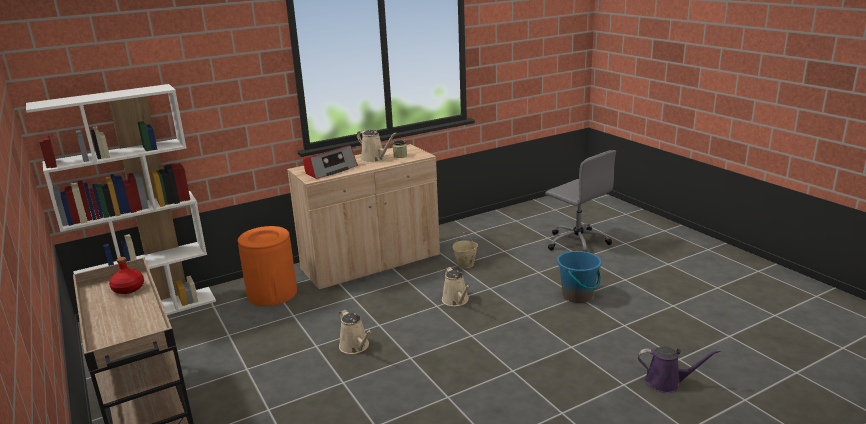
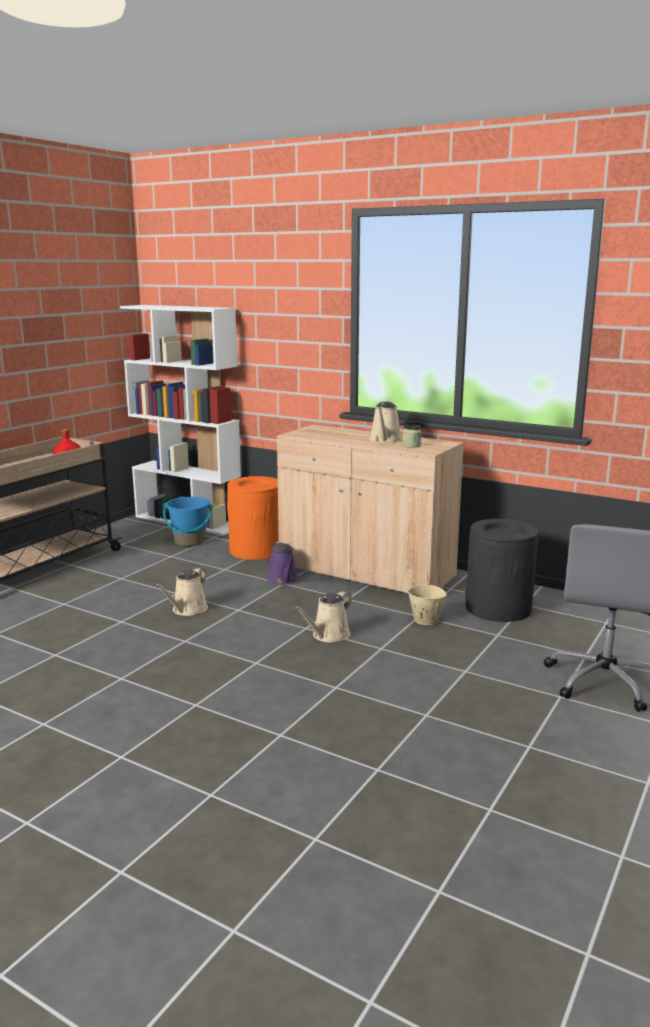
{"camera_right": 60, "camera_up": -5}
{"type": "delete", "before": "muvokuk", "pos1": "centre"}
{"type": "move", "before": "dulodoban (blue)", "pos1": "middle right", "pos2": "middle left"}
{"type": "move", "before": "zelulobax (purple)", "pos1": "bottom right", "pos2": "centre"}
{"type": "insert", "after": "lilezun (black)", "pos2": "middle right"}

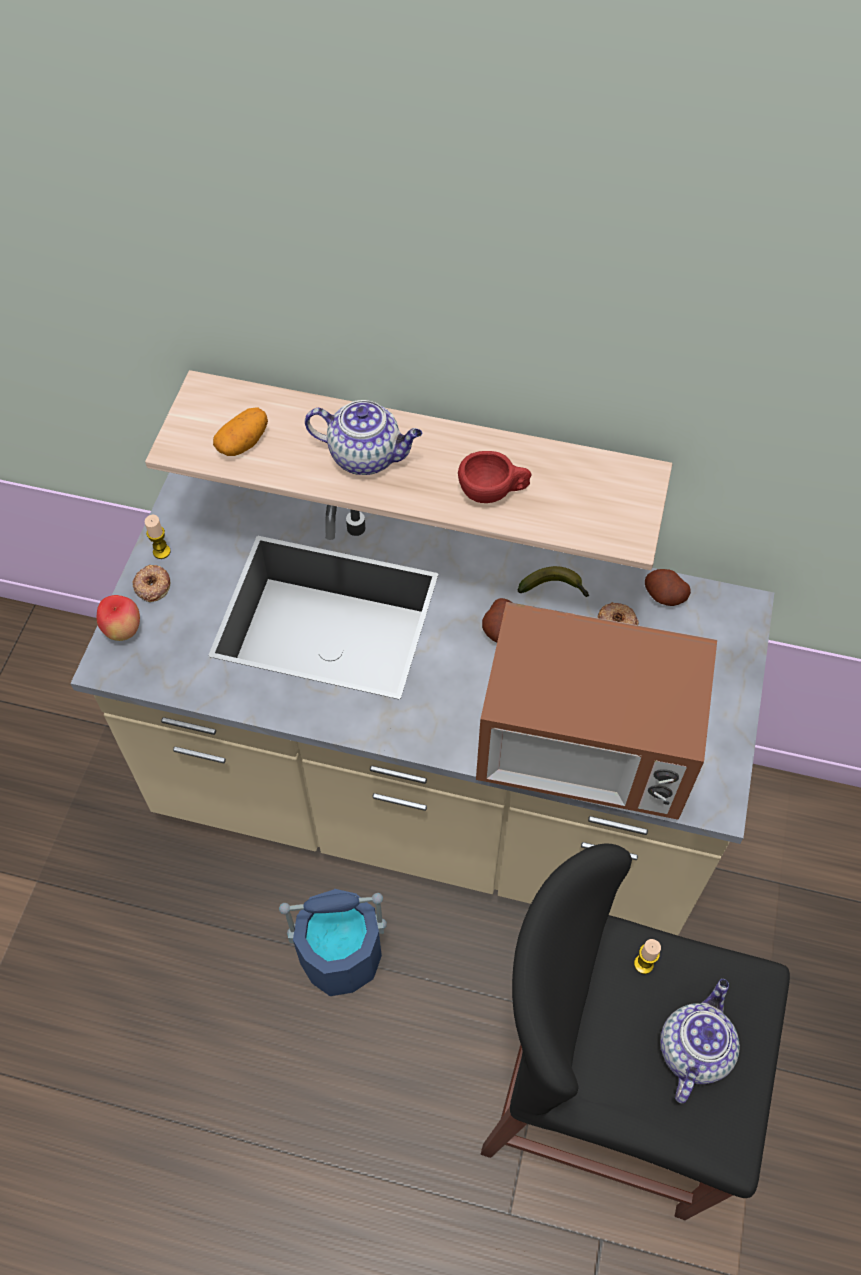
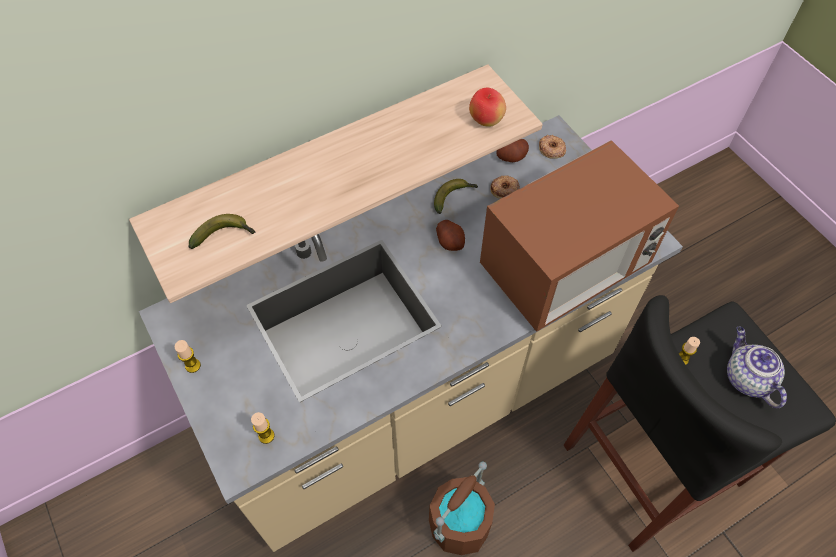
{"camera_right": -45, "camera_up": 0}
{"type": "move", "before": "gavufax", "pos1": "middle left", "pos2": "top centre"}
{"type": "move", "before": "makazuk (1st from left in the first image)", "after": "makazuk (2nd from left)", "pos1": "middle left", "pos2": "top centre"}
{"type": "replace", "before": "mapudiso (1st from left)", "after": "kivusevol (1st from left)", "pos1": "middle left", "pos2": "middle left"}
{"type": "recolor", "before": "dulodoban (blue)", "after": "dulodoban (brown)", "pos1": "bottom centre", "pos2": "bottom centre"}
{"type": "delete", "before": "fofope (1st from left)", "pos1": "centre"}
{"type": "delete", "before": "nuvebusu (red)", "pos1": "centre"}
{"type": "insert", "after": "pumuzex (2nd from left)", "pos2": "bottom left"}

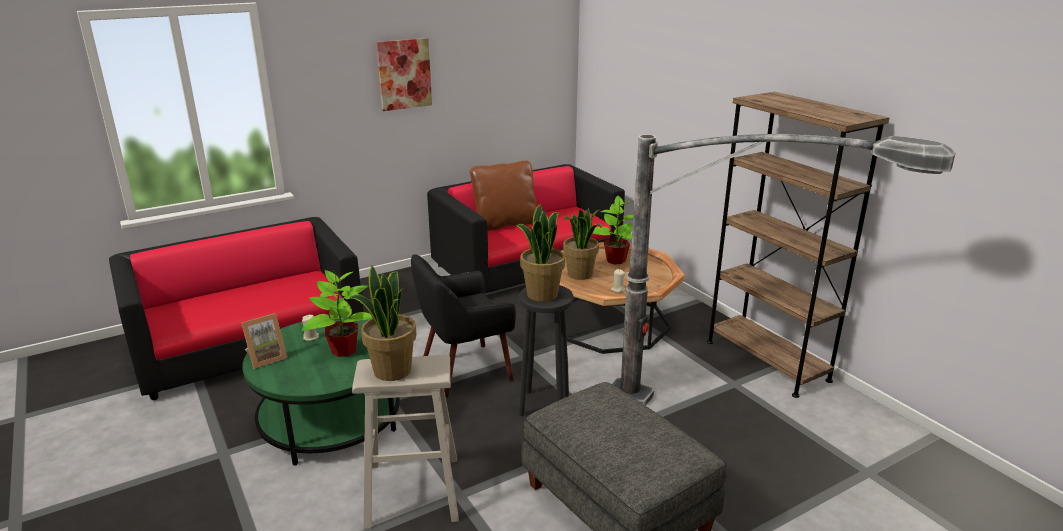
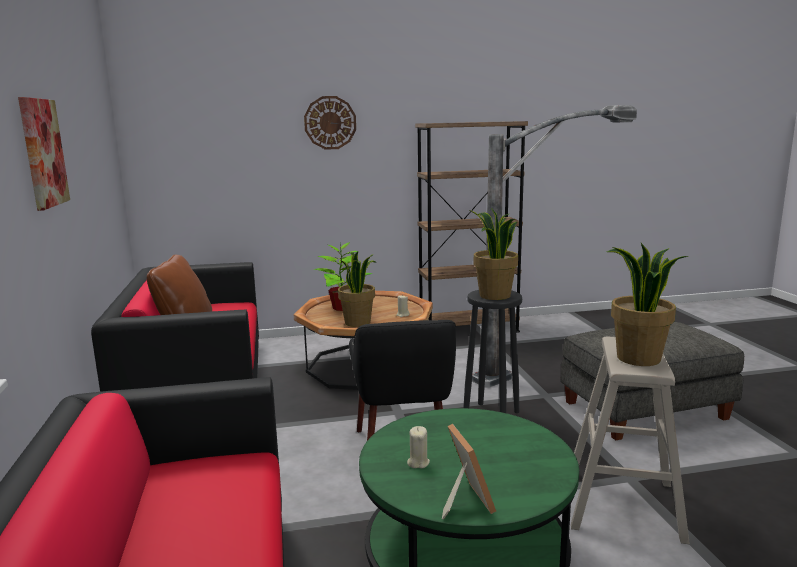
{"camera_right": -70, "camera_up": -10}
{"type": "delete", "before": "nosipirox (1st from left)", "pos1": "middle left"}
{"type": "insert", "after": "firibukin", "pos2": "top centre"}

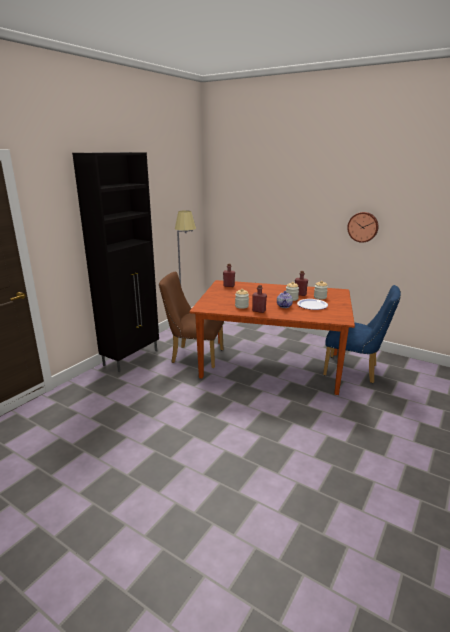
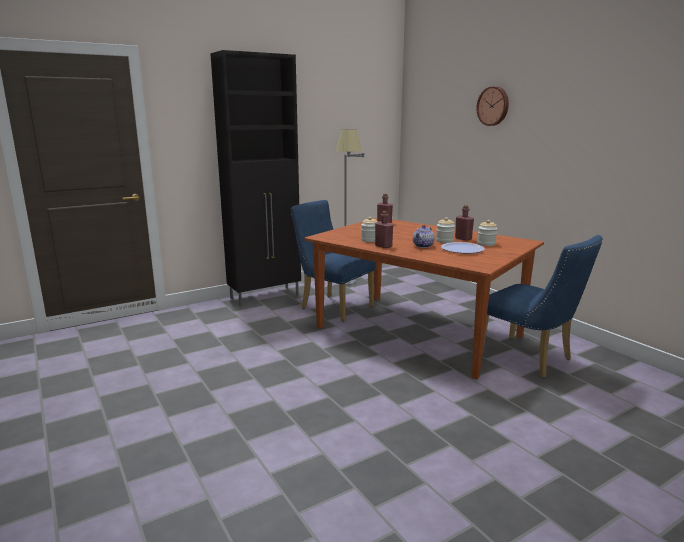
{"camera_right": 25, "camera_up": -5}
{"type": "recolor", "before": "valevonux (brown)", "after": "valevonux (blue) (1st from left)", "pos1": "centre", "pos2": "centre"}
{"type": "move", "before": "firibukin", "pos1": "middle right", "pos2": "top right"}

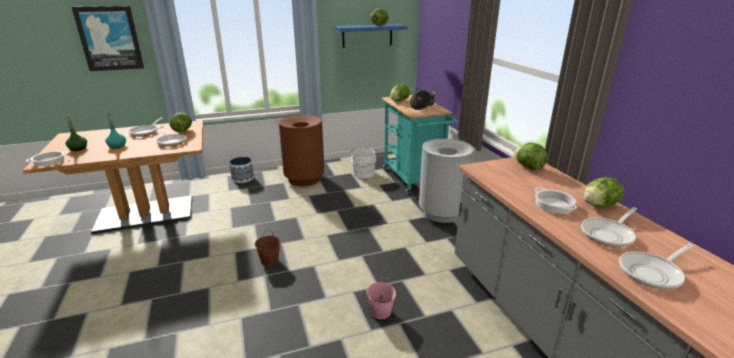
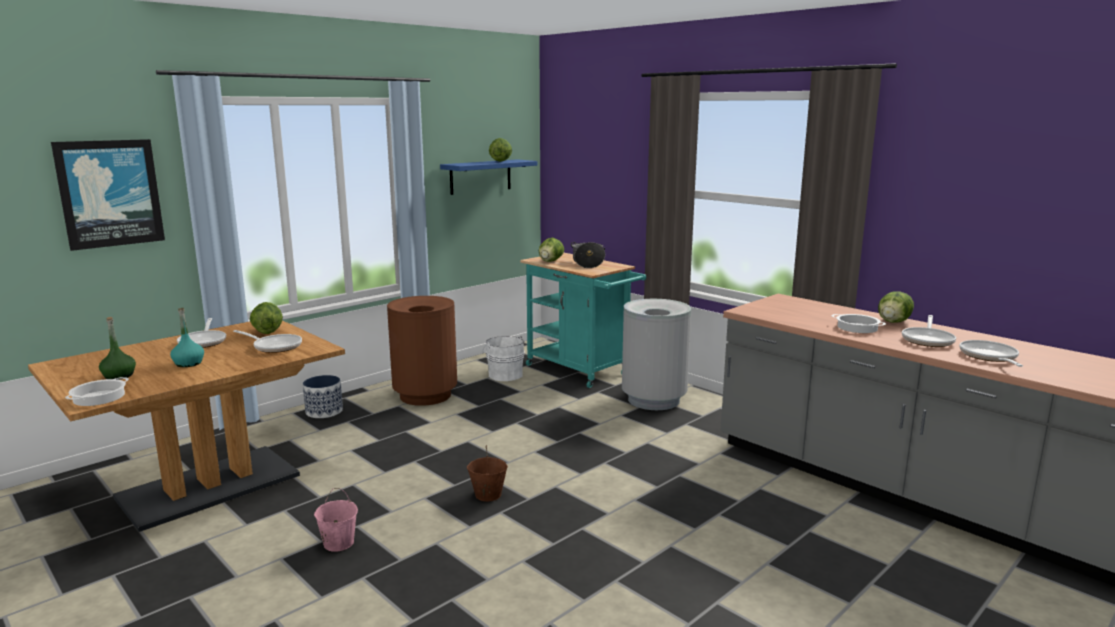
{"camera_right": -25, "camera_up": -10}
{"type": "move", "before": "dulodoban (pink)", "pos1": "bottom centre", "pos2": "bottom left"}
{"type": "delete", "before": "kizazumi (4th from left)", "pos1": "middle right"}
{"type": "rotate", "before": "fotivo (4th from left)", "pos1": "bottom right", "pos2": "middle right", "turn": 150}

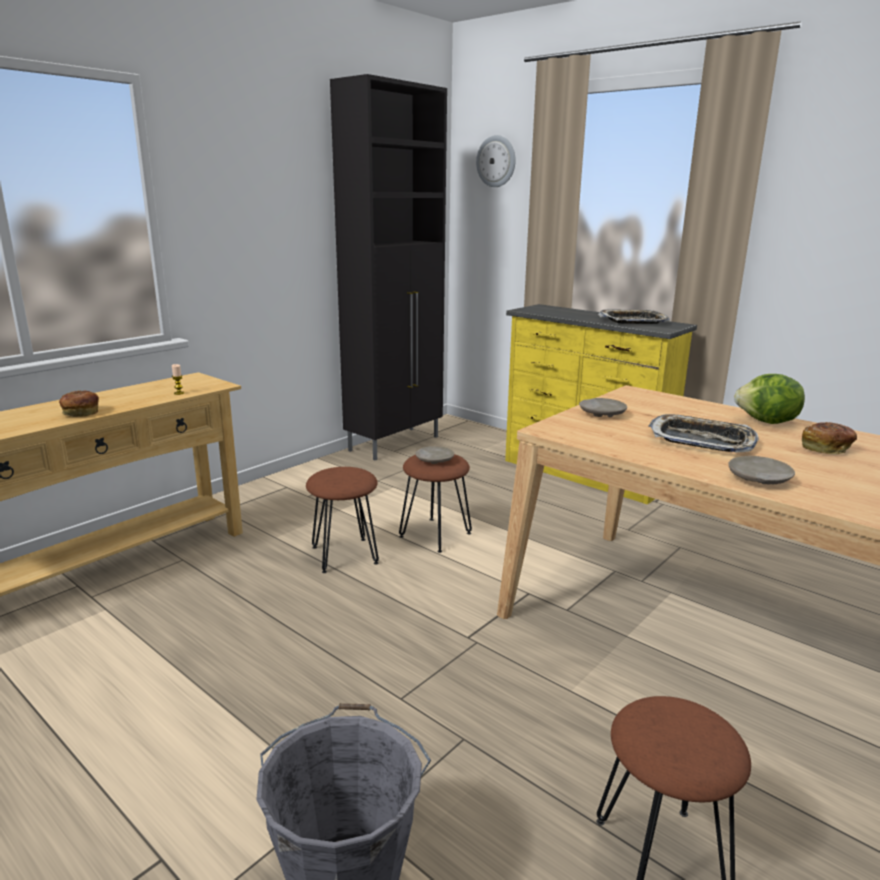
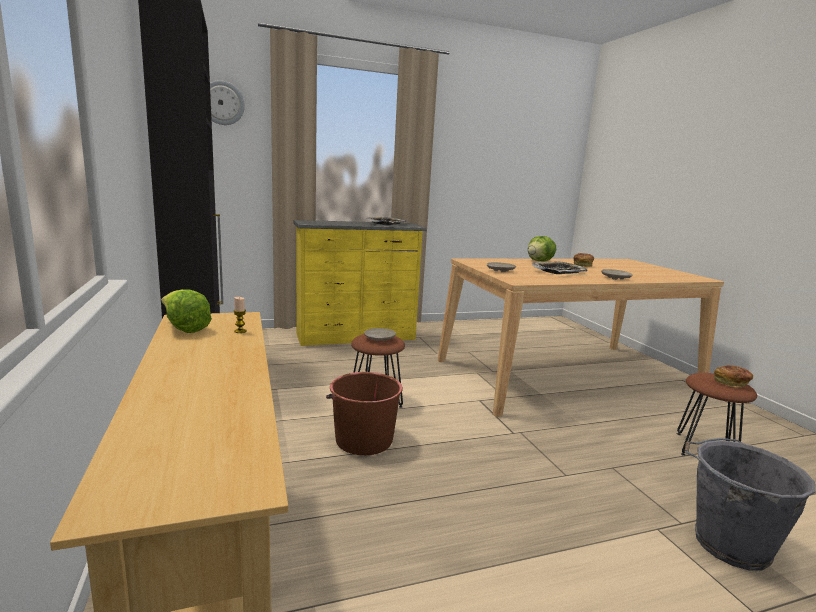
{"camera_right": -60, "camera_up": -5}
{"type": "move", "before": "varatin (1st from left in the first image)", "after": "varatin (2nd from left)", "pos1": "middle left", "pos2": "middle right"}
{"type": "replace", "before": "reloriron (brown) (1st from left)", "after": "dulodoban (brown)", "pos1": "centre", "pos2": "bottom centre"}
{"type": "insert", "after": "kizazumi (1st from left)", "pos2": "middle left"}

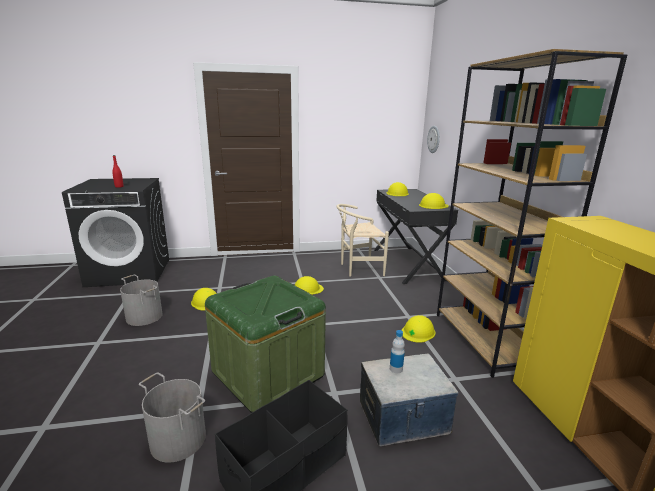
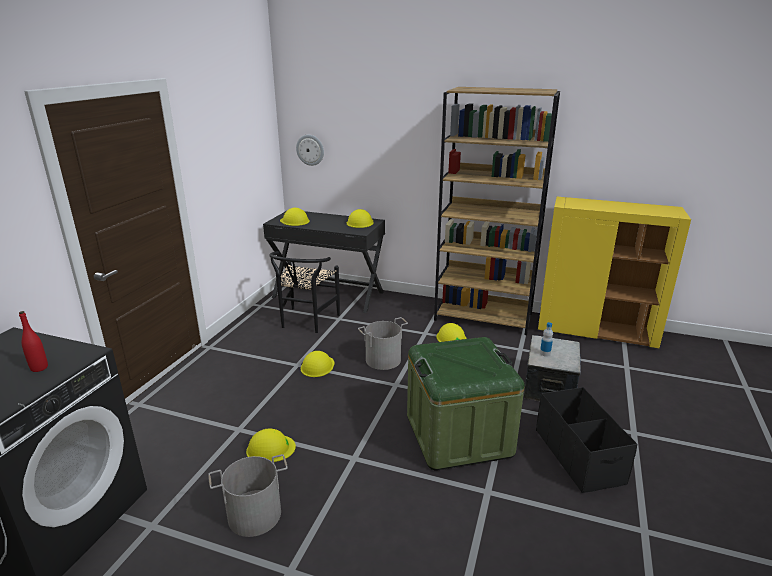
{"camera_right": -60, "camera_up": 5}
{"type": "move", "before": "dulodoban (grey) (2nd from left)", "pos1": "bottom left", "pos2": "centre"}
{"type": "recolor", "before": "valevonux (beige)", "after": "valevonux (black)", "pos1": "centre", "pos2": "centre"}

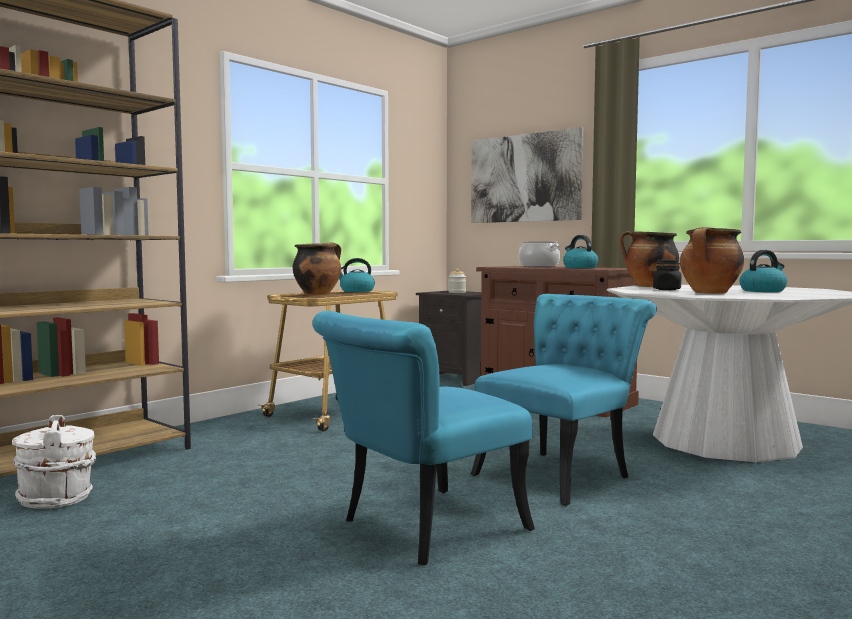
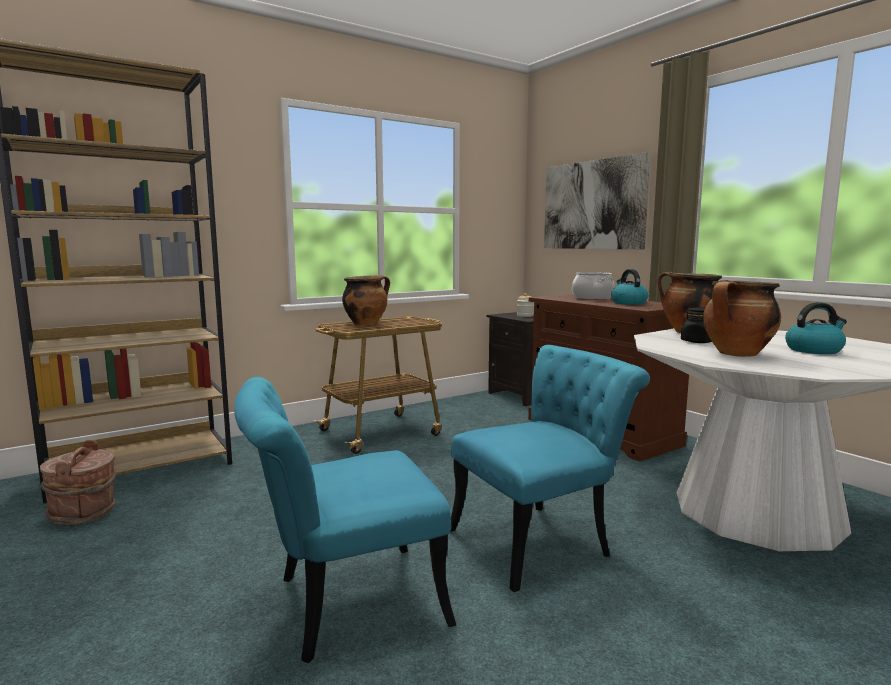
{"camera_right": 15, "camera_up": 5}
{"type": "recolor", "before": "dulodoban (white)", "after": "dulodoban (brown)", "pos1": "bottom left", "pos2": "bottom left"}
{"type": "delete", "before": "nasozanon (1st from left)", "pos1": "centre"}

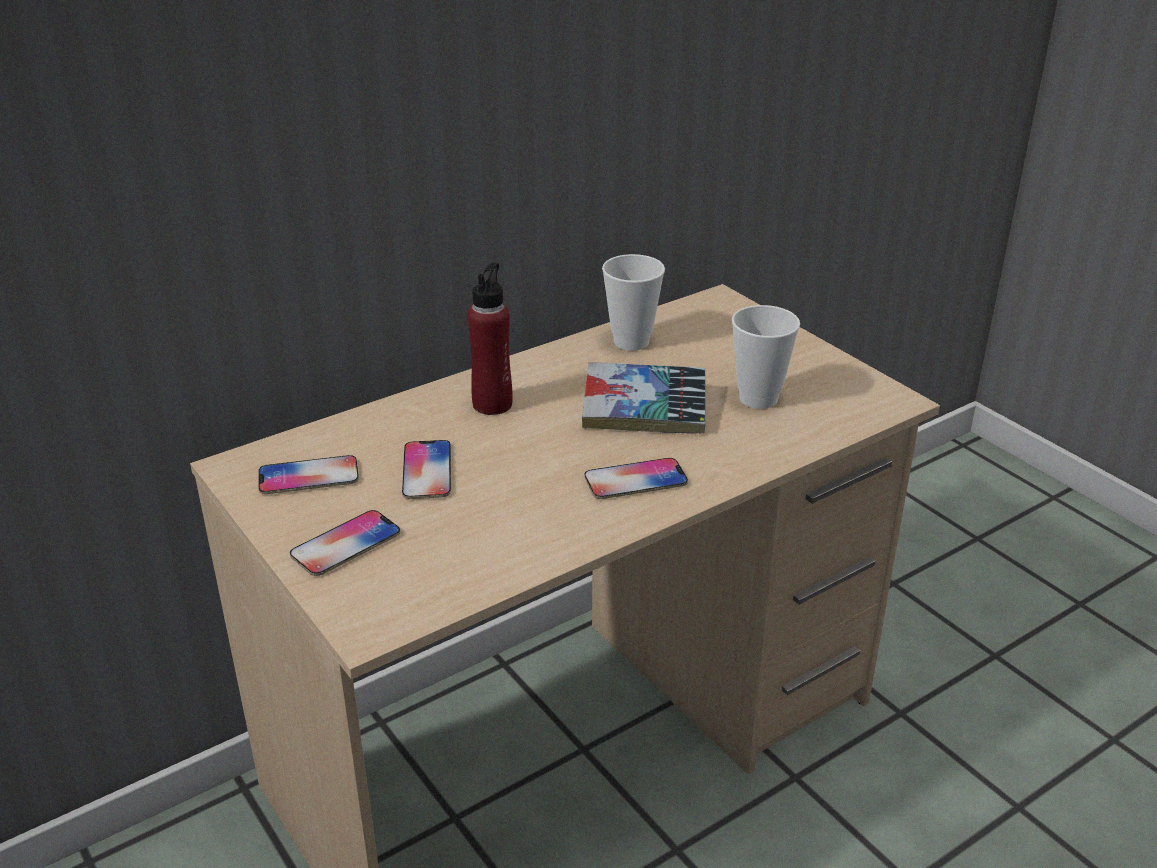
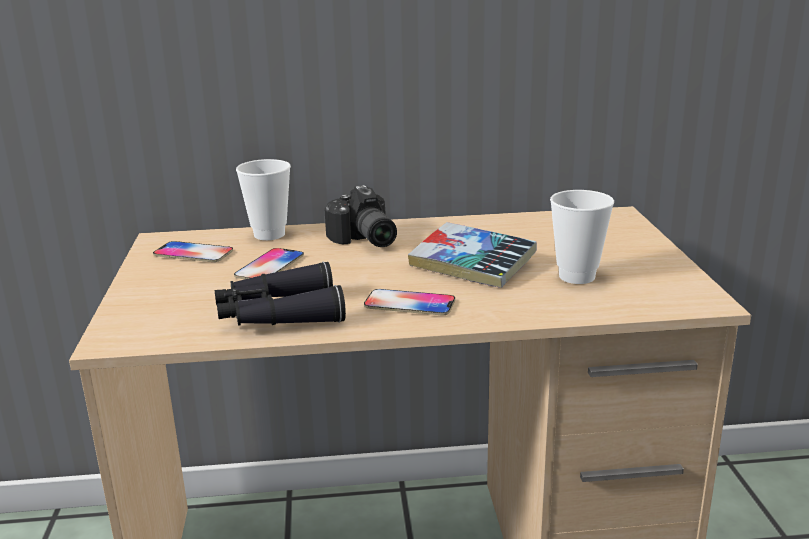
{"camera_right": 30, "camera_up": -10}
{"type": "delete", "before": "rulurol (2nd from left)", "pos1": "middle left"}
{"type": "replace", "before": "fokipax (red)", "after": "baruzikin", "pos1": "centre", "pos2": "centre"}
{"type": "move", "before": "nuvebusu (1st from left)", "pos1": "centre", "pos2": "middle left"}
{"type": "insert", "after": "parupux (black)", "pos2": "centre"}

